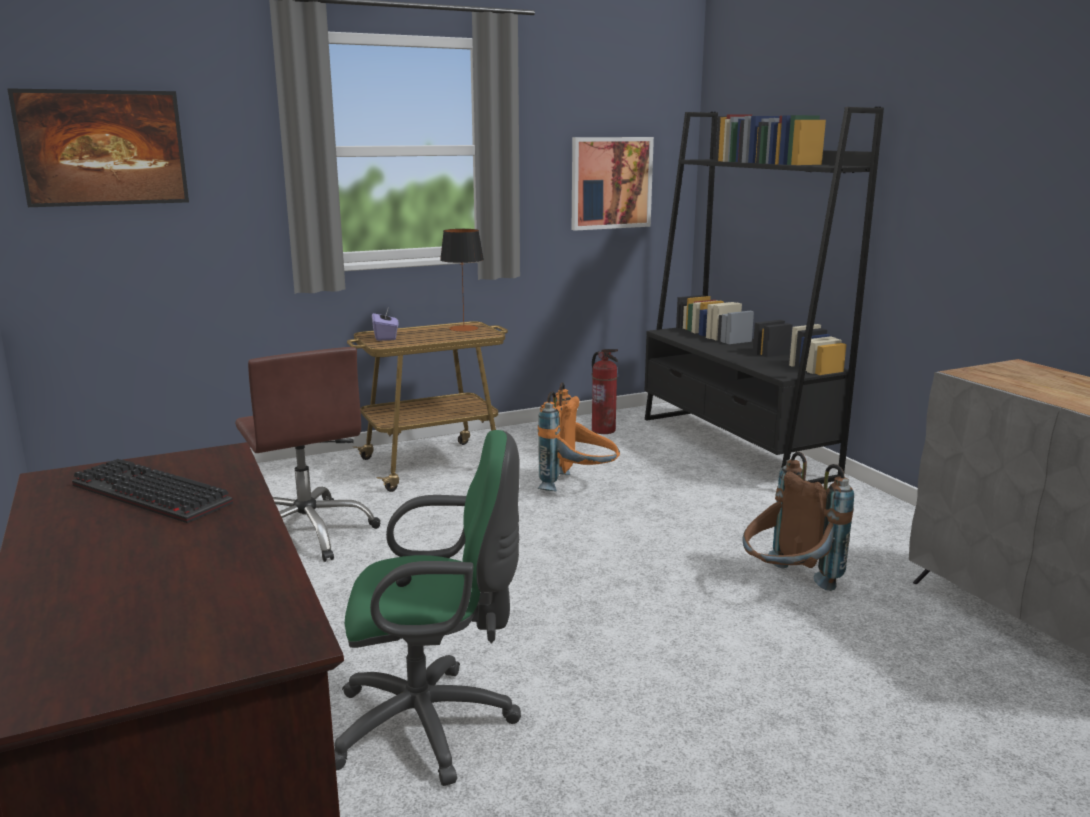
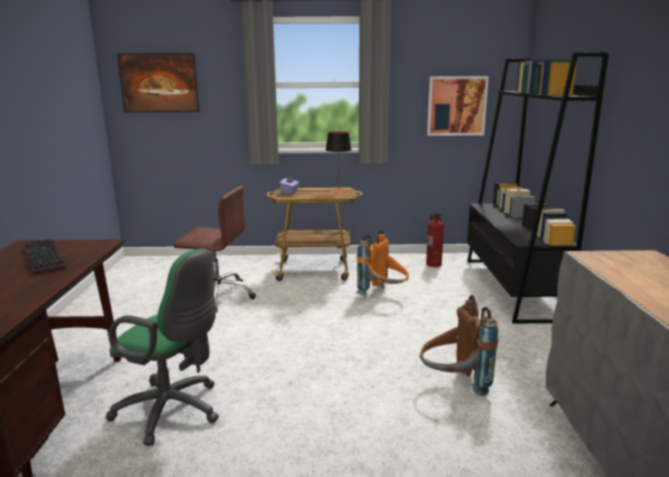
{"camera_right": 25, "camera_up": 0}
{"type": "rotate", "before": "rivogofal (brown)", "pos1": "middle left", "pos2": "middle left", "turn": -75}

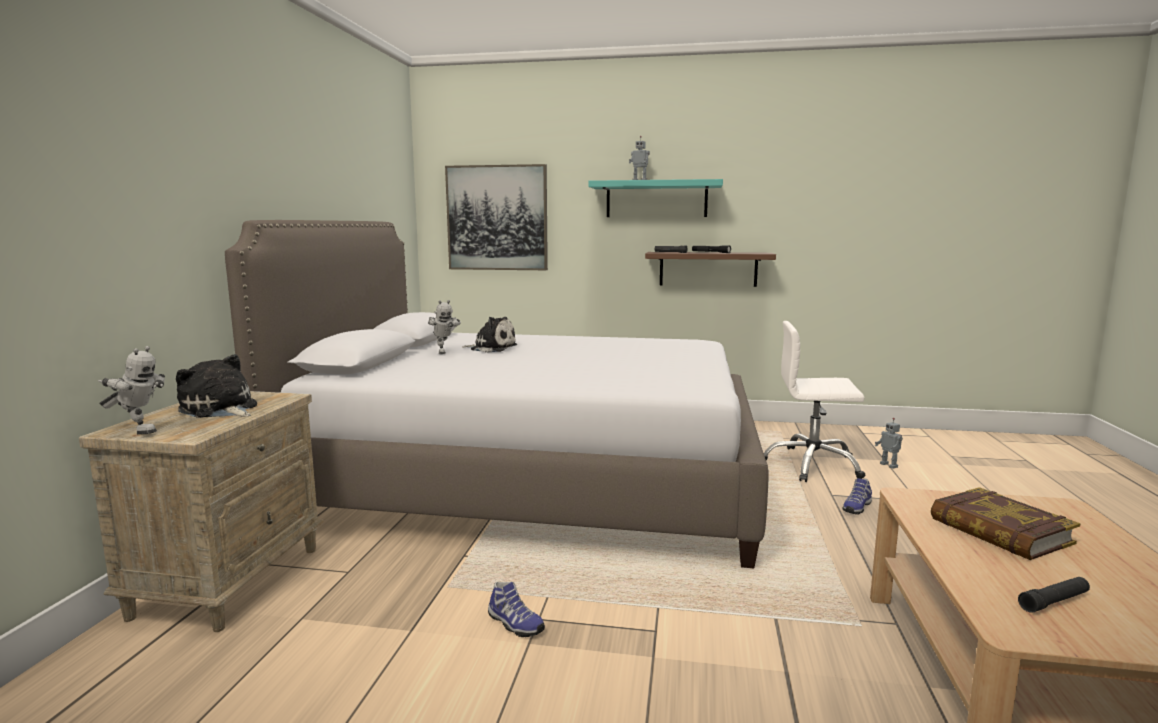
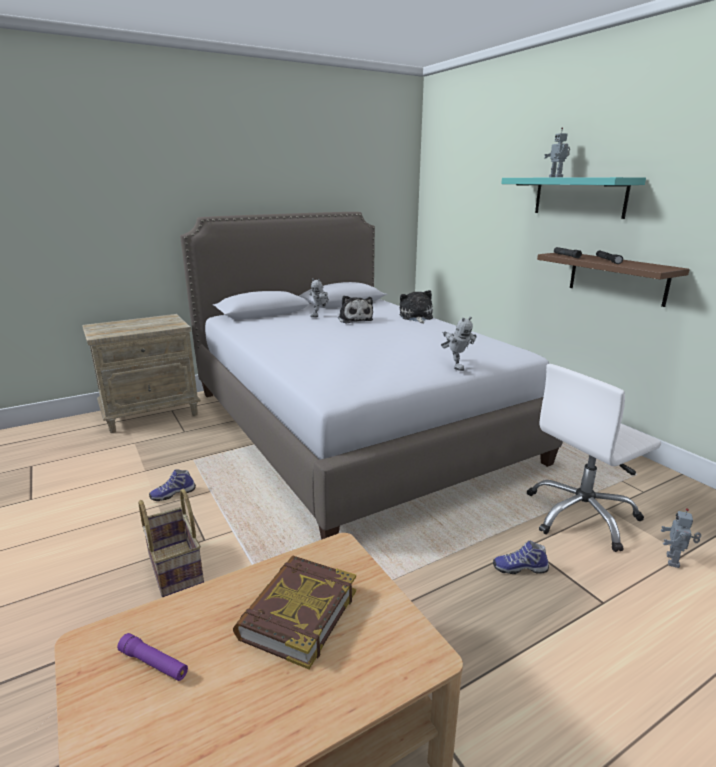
{"camera_right": 50, "camera_up": 10}
{"type": "move", "before": "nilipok (1st from left in the first image)", "after": "nilipok (2nd from left)", "pos1": "middle left", "pos2": "centre"}
{"type": "move", "before": "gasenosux (1st from left in the first image)", "after": "gasenosux (2nd from left)", "pos1": "middle left", "pos2": "centre"}
{"type": "delete", "before": "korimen", "pos1": "top centre"}
{"type": "rotate", "before": "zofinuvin (1st from left)", "pos1": "bottom centre", "pos2": "middle left", "turn": 60}
{"type": "rotate", "before": "rivogofal (white)", "pos1": "middle right", "pos2": "middle right", "turn": -90}
{"type": "recolor", "before": "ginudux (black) (3rd from left)", "after": "ginudux (purple)", "pos1": "bottom right", "pos2": "bottom left"}
{"type": "insert", "after": "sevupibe", "pos2": "bottom left"}

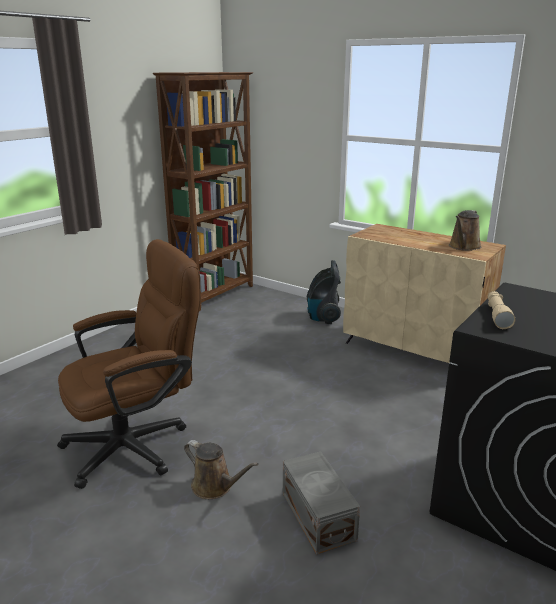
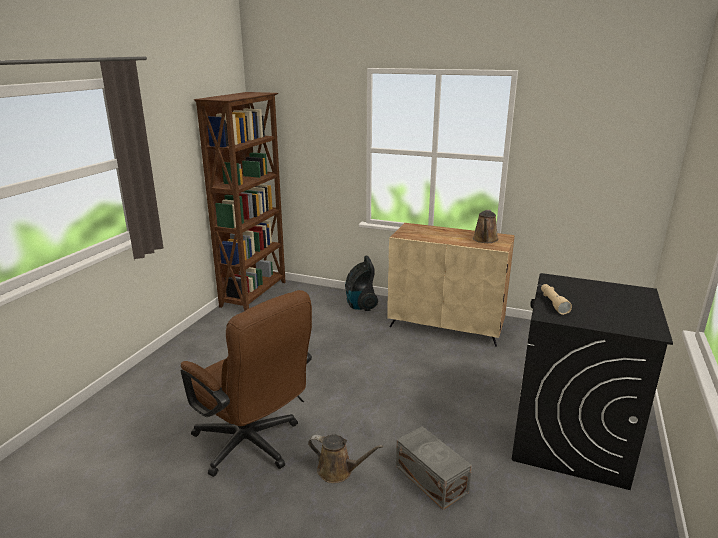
{"camera_right": -15, "camera_up": 0}
{"type": "rotate", "before": "rivogofal (brown)", "pos1": "middle left", "pos2": "bottom centre", "turn": 90}

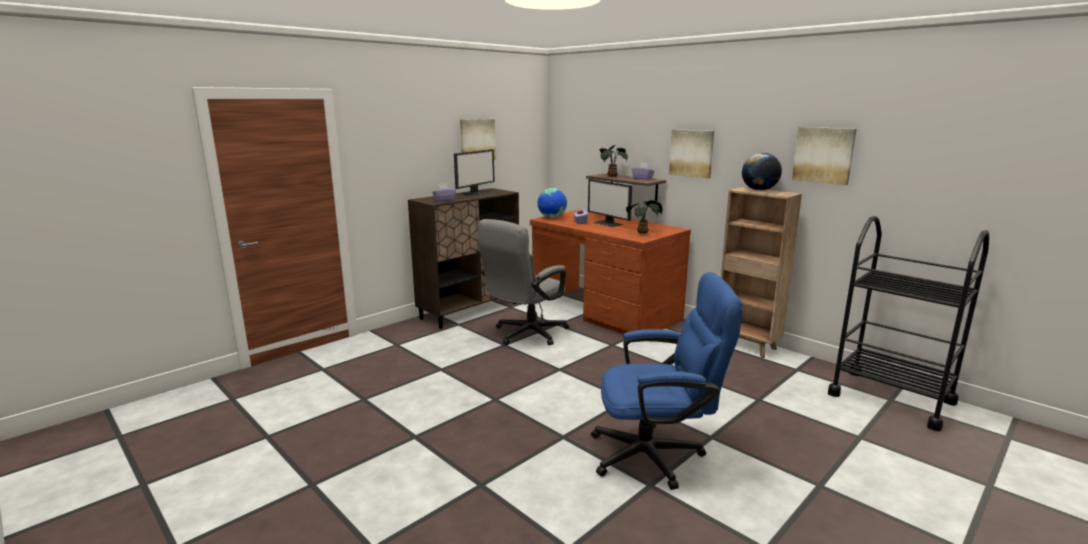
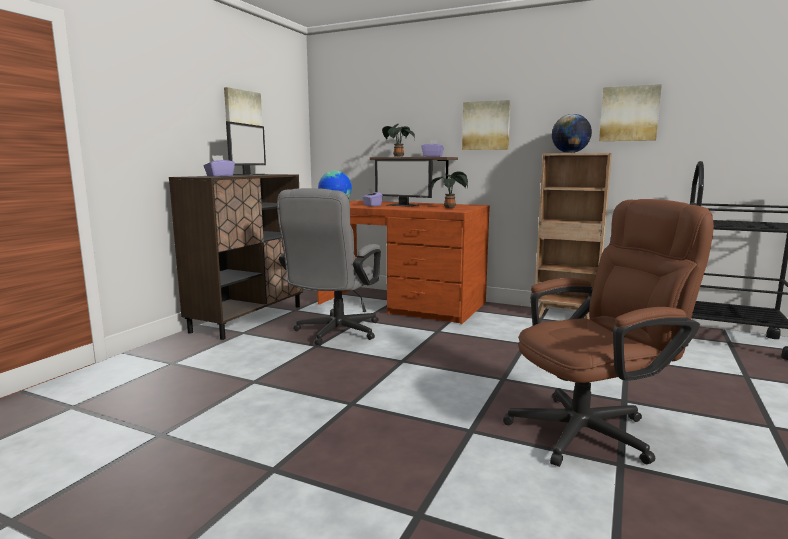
{"camera_right": -20, "camera_up": -5}
{"type": "recolor", "before": "rivogofal (blue)", "after": "rivogofal (brown)", "pos1": "bottom centre", "pos2": "middle right"}

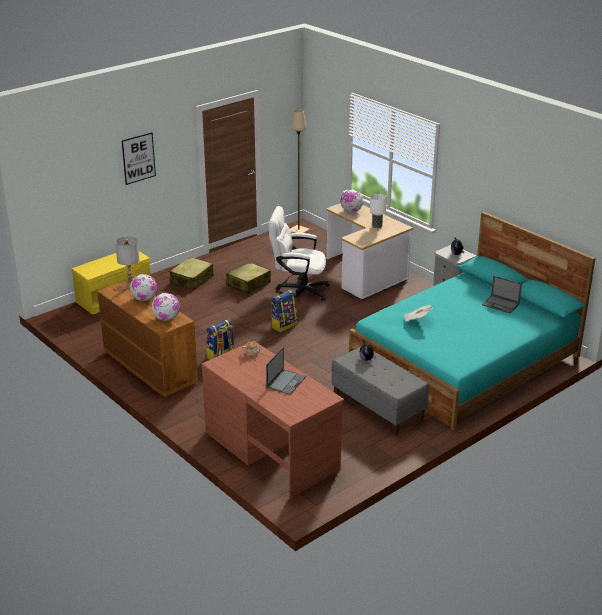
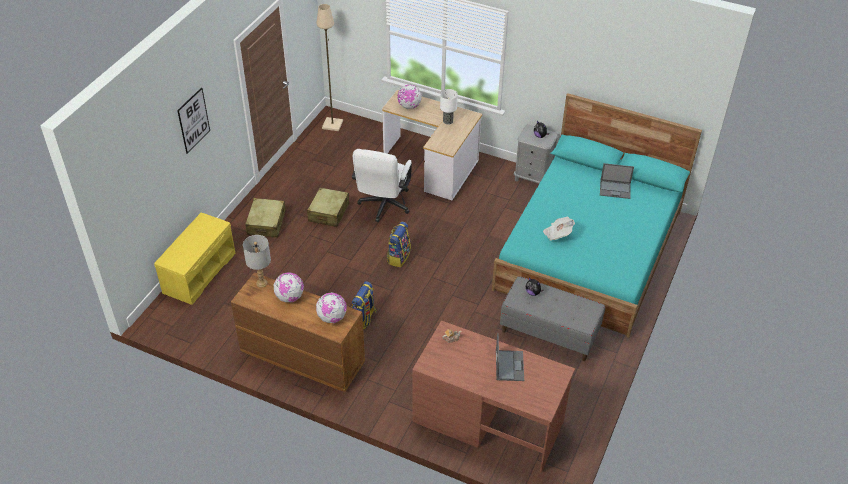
{"camera_right": -25, "camera_up": 15}
{"type": "rotate", "before": "rivogofal (white)", "pos1": "centre", "pos2": "centre", "turn": -60}

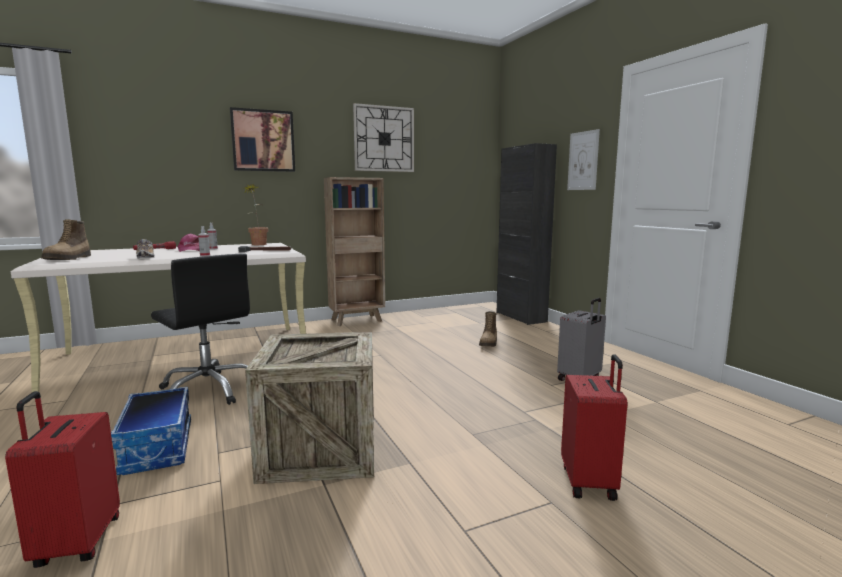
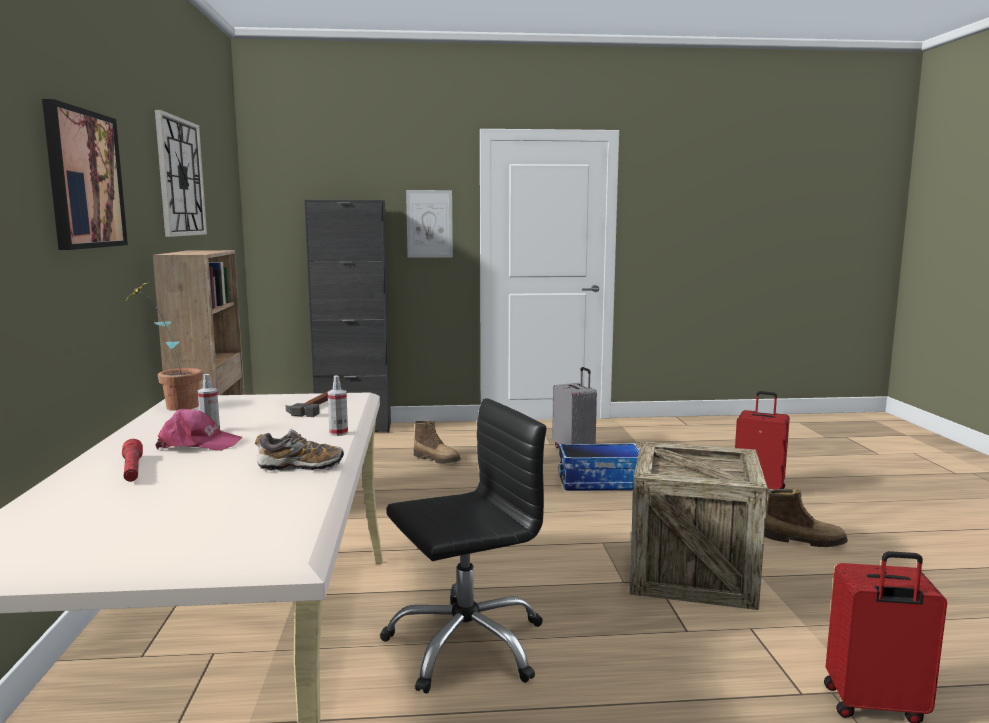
{"camera_right": -70, "camera_up": 0}
{"type": "move", "before": "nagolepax (1st from left in the first image)", "after": "nagolepax (2nd from left)", "pos1": "middle left", "pos2": "bottom right"}
{"type": "move", "before": "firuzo", "pos1": "bottom left", "pos2": "centre"}

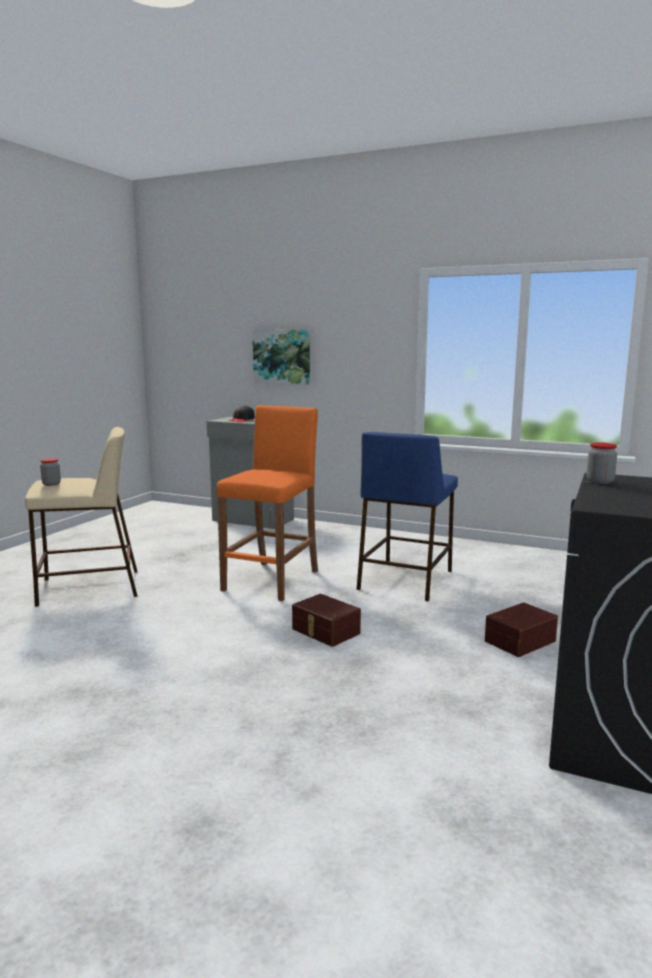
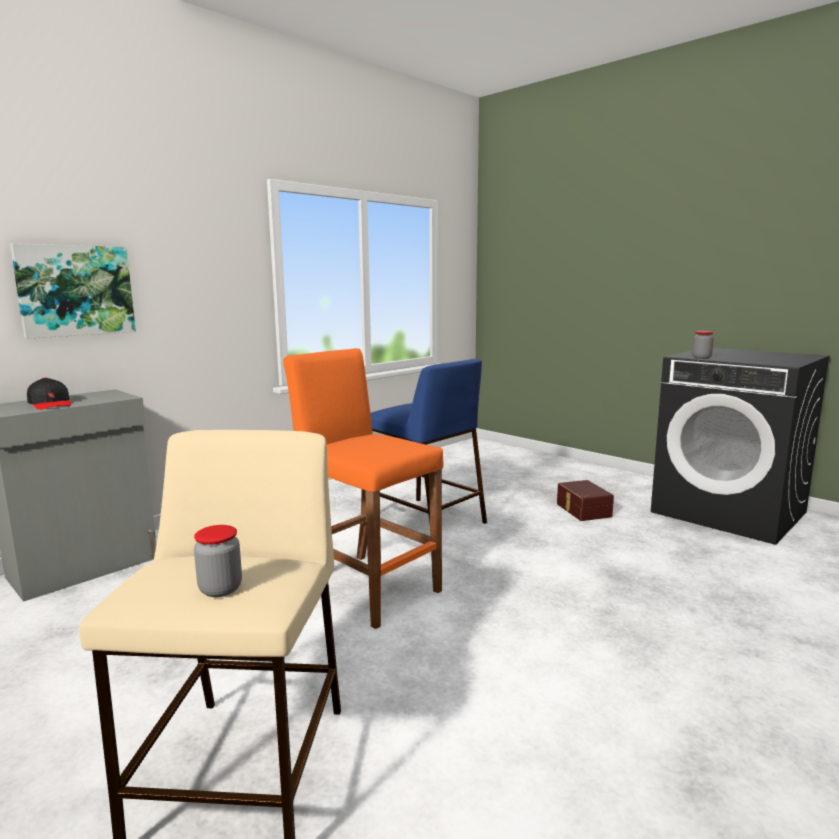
{"camera_right": -70, "camera_up": 0}
{"type": "delete", "before": "firuzo (brown) (1st from left)", "pos1": "centre"}

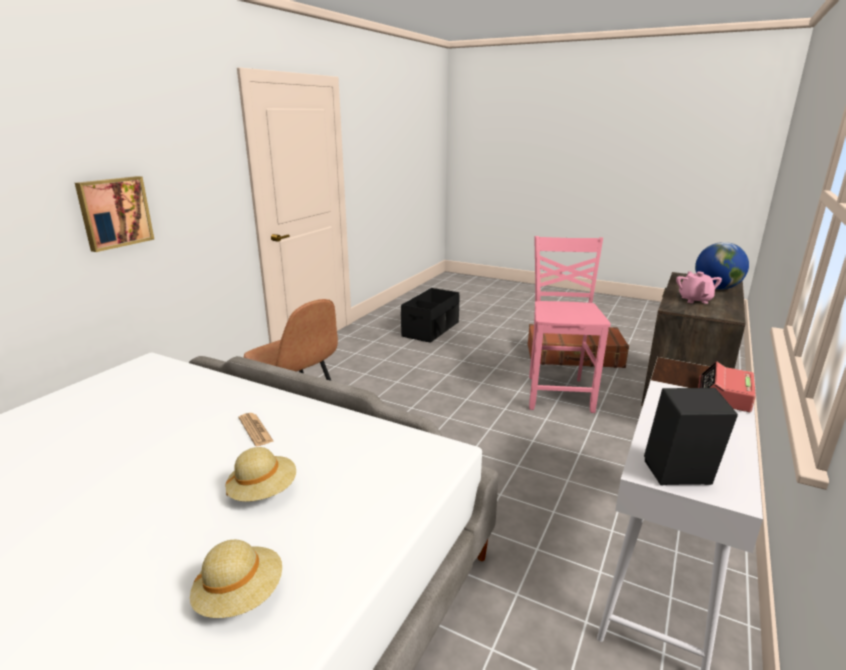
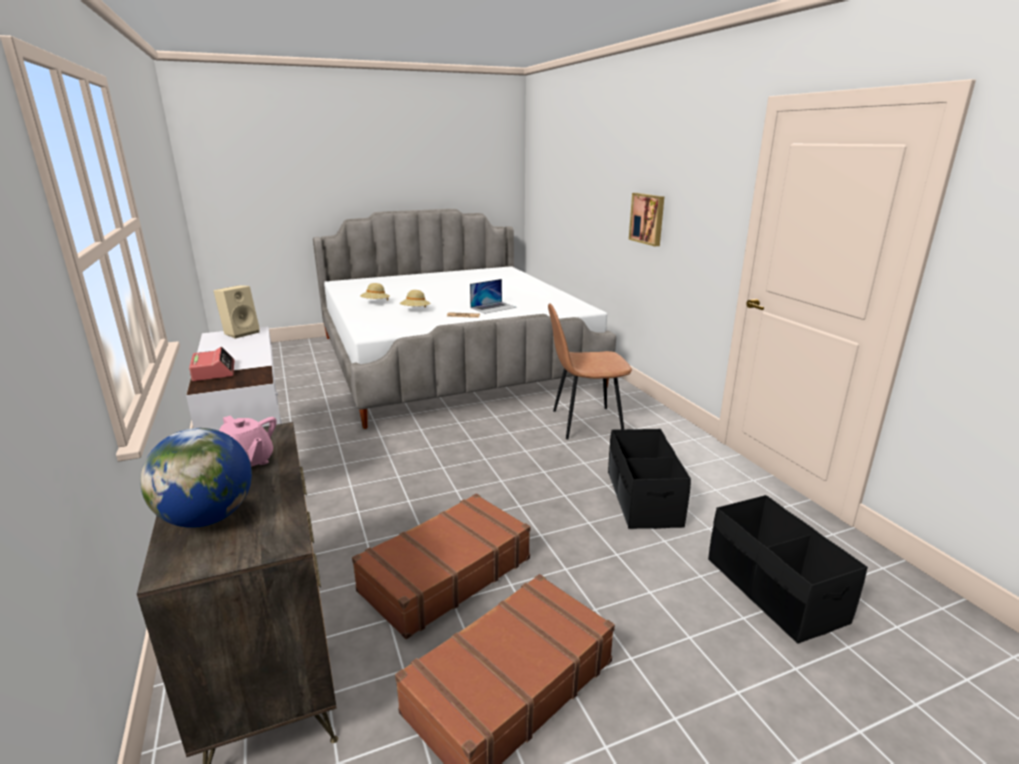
{"camera_right": 130, "camera_up": 0}
{"type": "replace", "before": "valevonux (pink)", "after": "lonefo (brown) (1st from left)", "pos1": "middle right", "pos2": "bottom centre"}
{"type": "recolor", "before": "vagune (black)", "after": "vagune (beige)", "pos1": "middle right", "pos2": "middle left"}
{"type": "insert", "after": "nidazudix", "pos2": "centre"}
{"type": "insert", "after": "firuzo (black) (1st from left)", "pos2": "centre"}

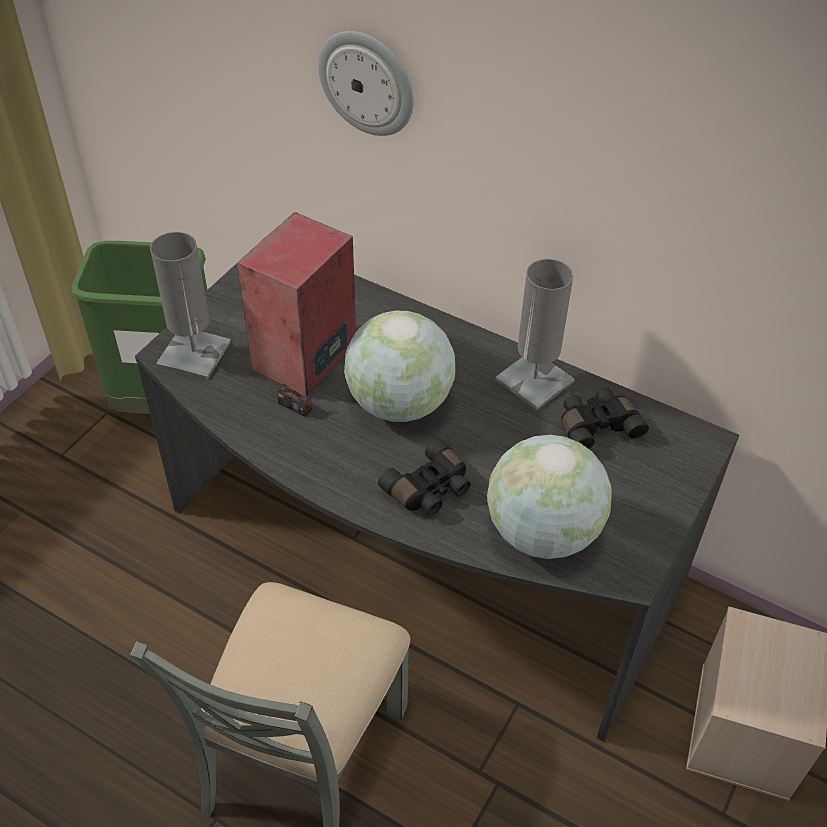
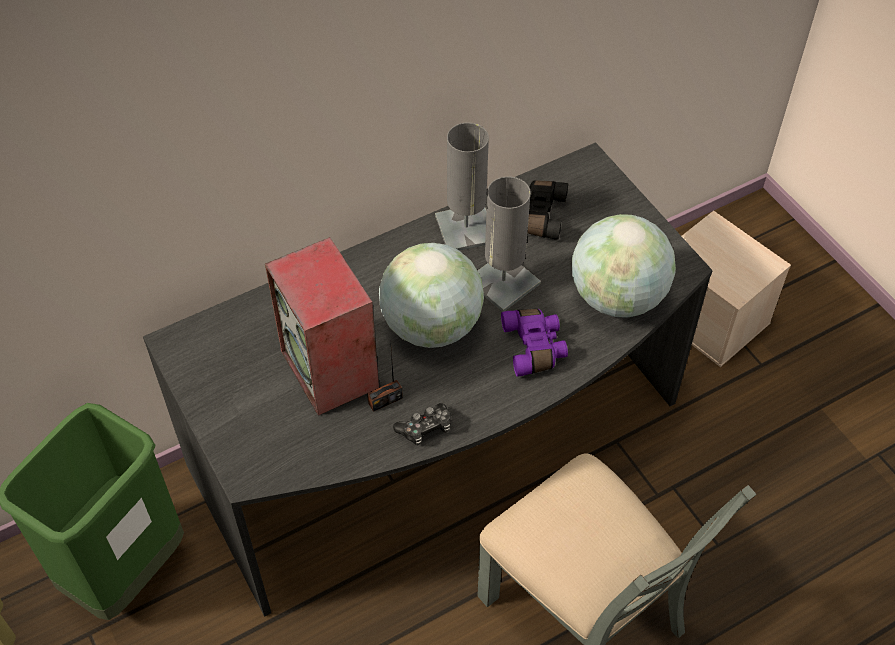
{"camera_right": -60, "camera_up": 5}
{"type": "move", "before": "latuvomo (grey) (1st from left in the first image)", "after": "latuvomo (grey) (2nd from left)", "pos1": "middle left", "pos2": "centre"}
{"type": "delete", "before": "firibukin", "pos1": "top centre"}
{"type": "recolor", "before": "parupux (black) (1st from left)", "after": "parupux (purple)", "pos1": "centre", "pos2": "centre"}
{"type": "insert", "after": "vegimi", "pos2": "centre"}

